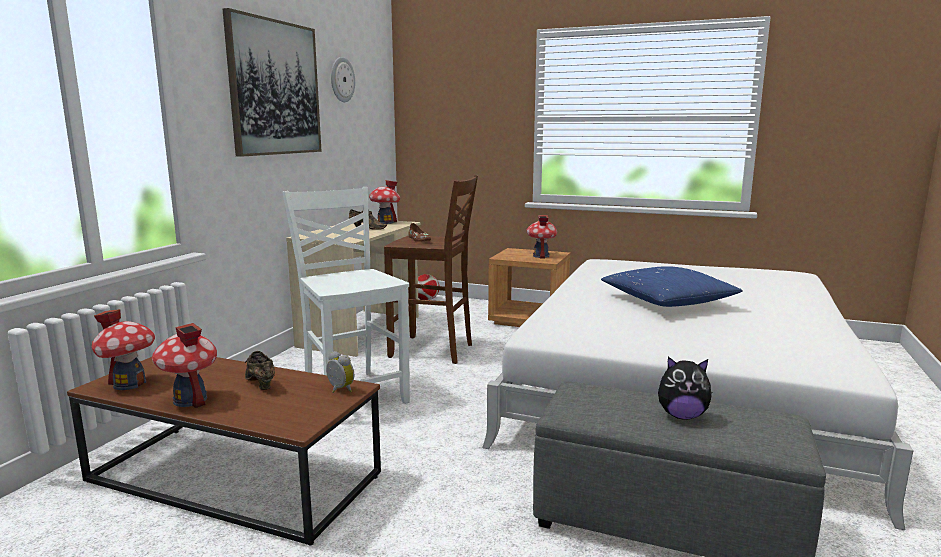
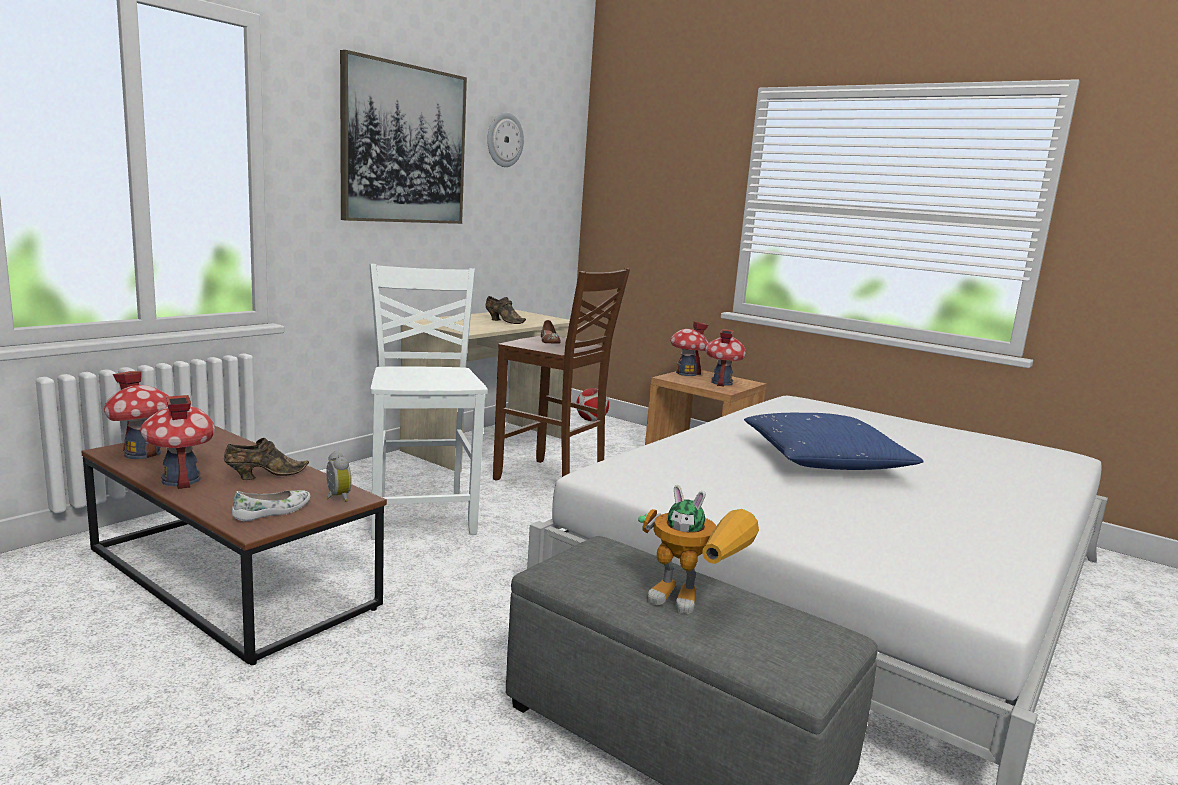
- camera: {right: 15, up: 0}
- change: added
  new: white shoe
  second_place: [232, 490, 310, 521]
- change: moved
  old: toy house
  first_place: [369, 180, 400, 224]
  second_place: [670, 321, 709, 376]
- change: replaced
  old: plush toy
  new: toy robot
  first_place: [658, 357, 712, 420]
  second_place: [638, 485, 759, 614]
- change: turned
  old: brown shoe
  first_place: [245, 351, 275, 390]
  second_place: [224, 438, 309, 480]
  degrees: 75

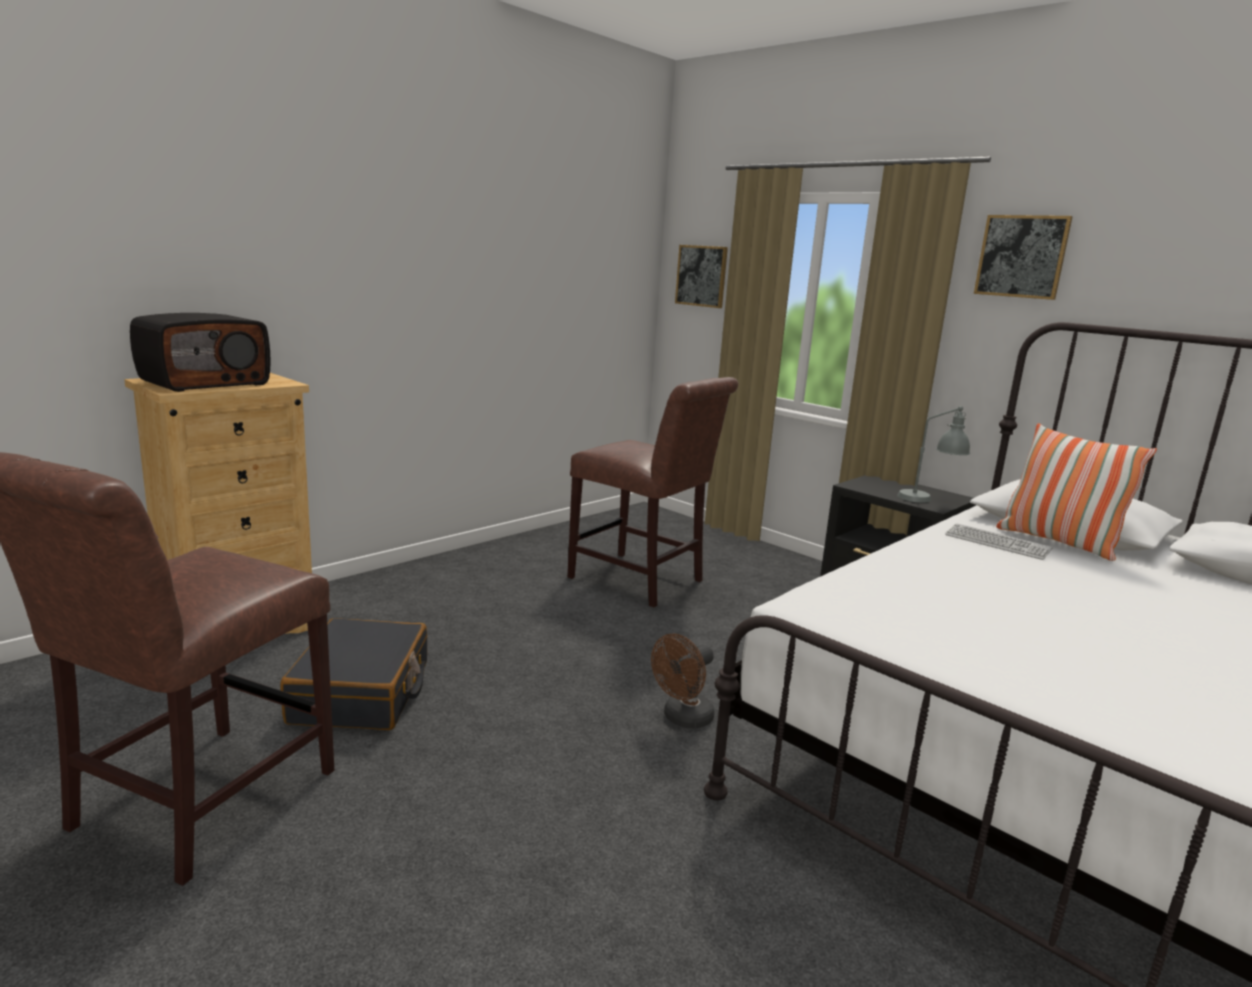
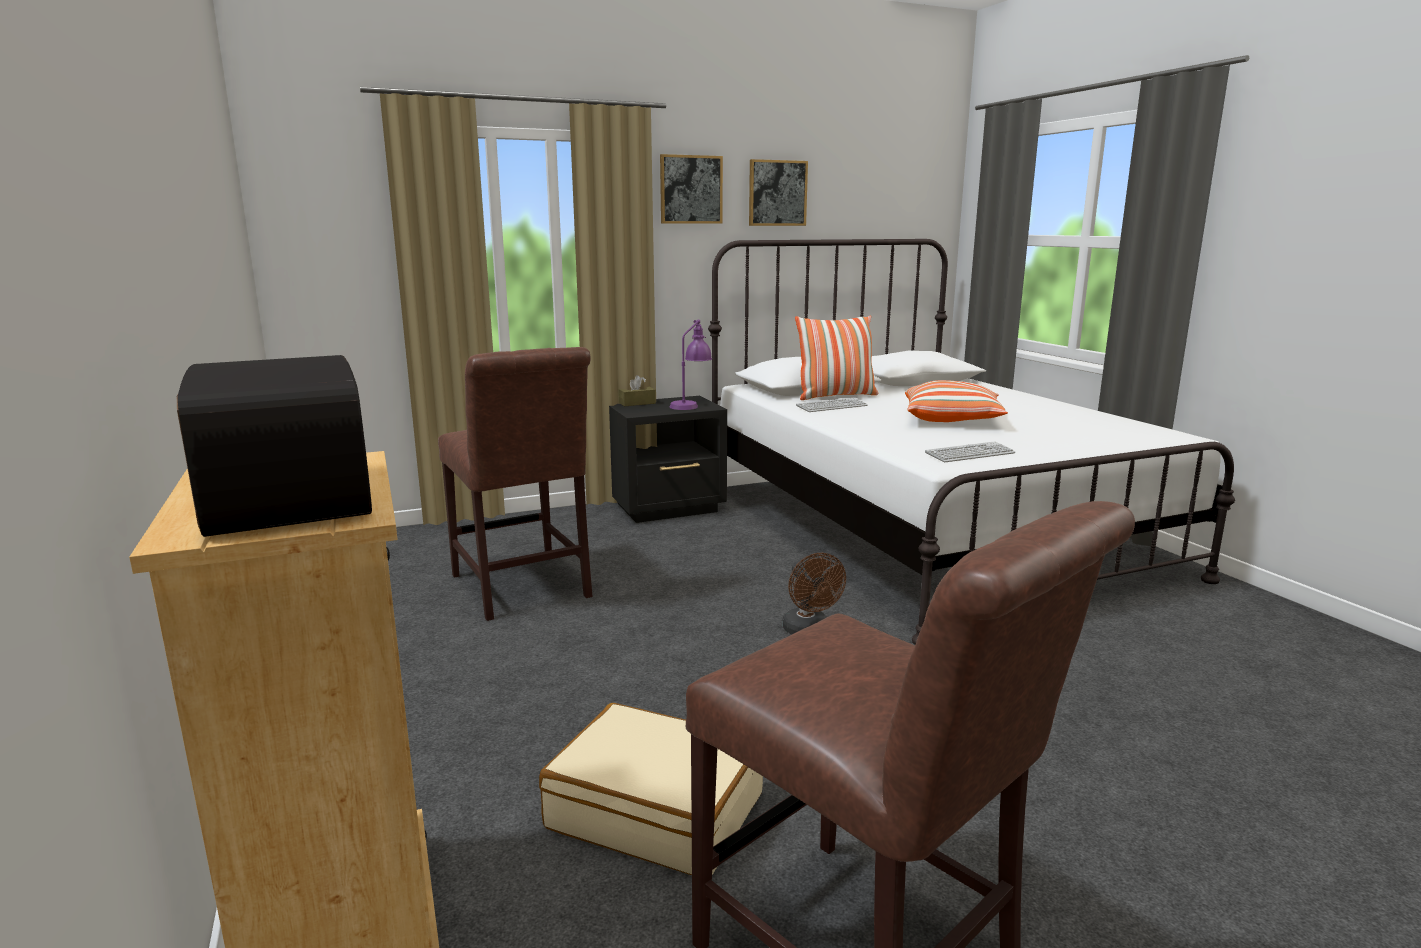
- camera: {right: -65, up: 0}
- change: added
  new: brown tissue box
  second_place: [618, 375, 656, 406]
- change: added
  new: pillow
  second_place: [905, 380, 1008, 422]
- change: added
  new: keyboard
  second_place: [925, 441, 1015, 462]
- change: moved
  old: picture
  first_place: [675, 245, 728, 308]
  second_place: [749, 159, 808, 226]
- change: recoloured
  old: black suitcase
  new: beige suitcase
  first_place: [281, 618, 427, 730]
  second_place: [539, 703, 763, 875]
- change: recoloured
  old: grey table lamp
  new: purple table lamp
  first_place: [897, 406, 970, 503]
  second_place: [670, 319, 712, 410]
- change: turned
  old: brown chair
  first_place: [568, 377, 738, 607]
  second_place: [438, 347, 593, 621]
  degrees: 90

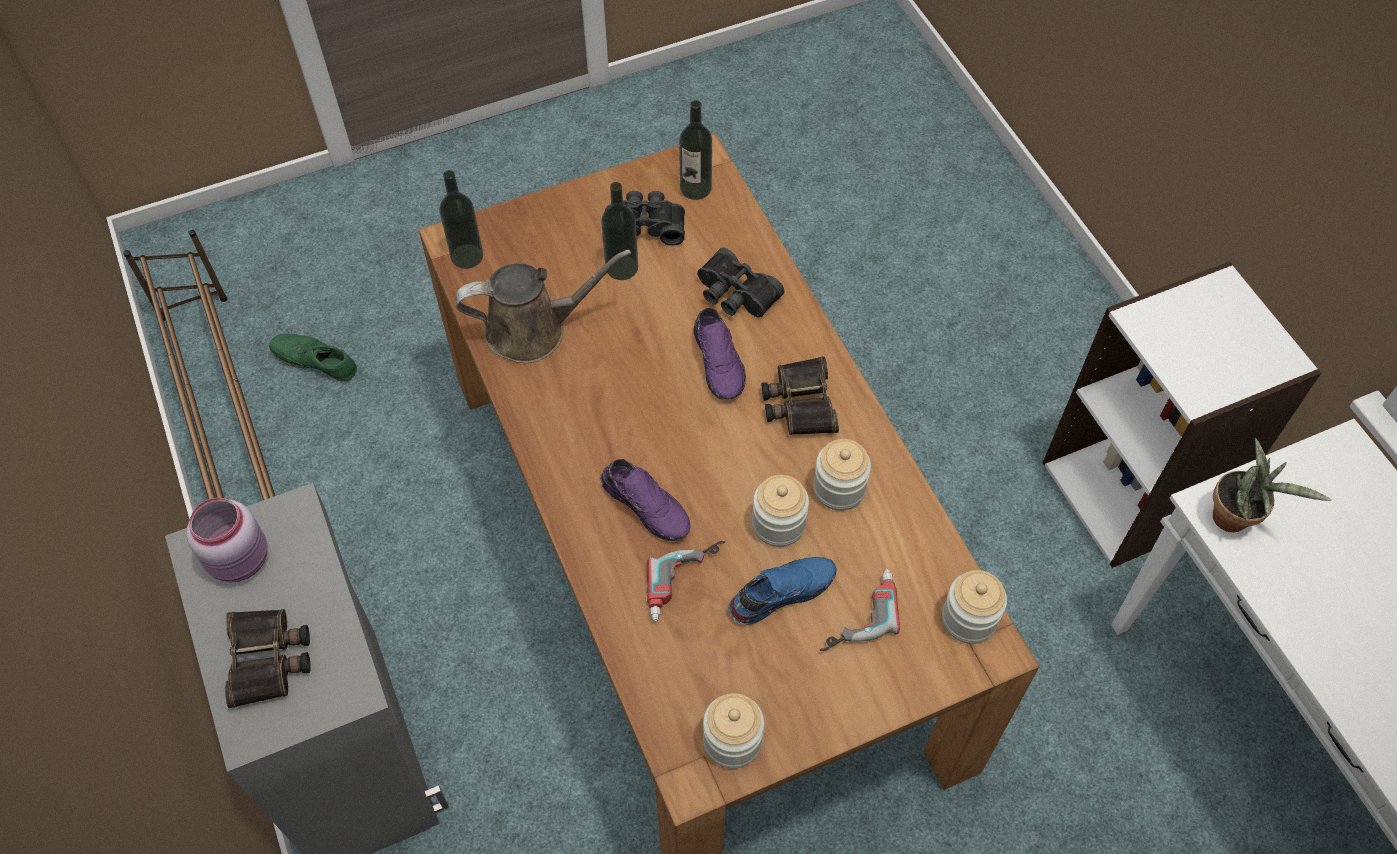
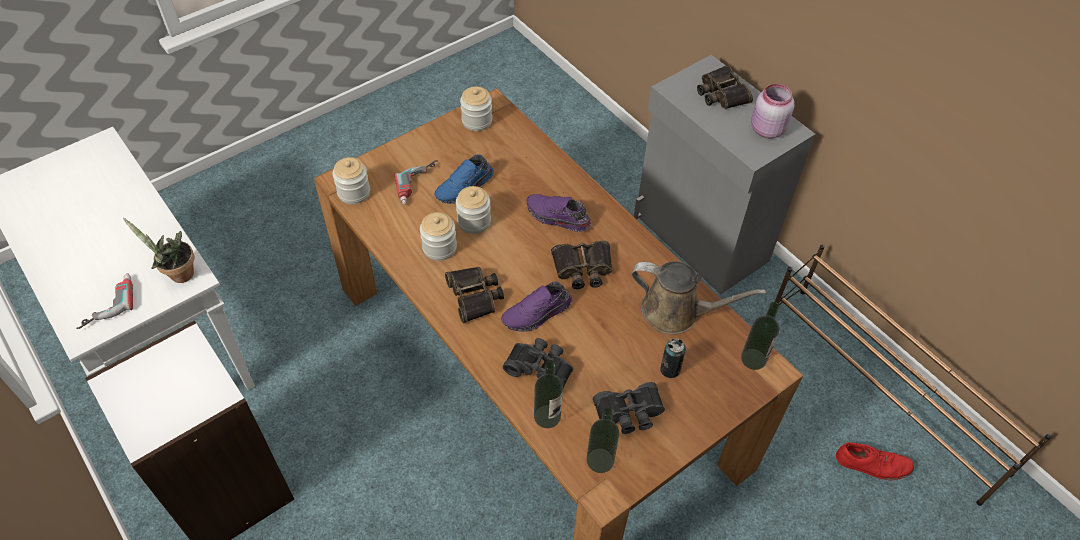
- camera: {right: 165, up: -5}
- change: added
  new: binoculars
  second_place: [551, 241, 613, 289]
- change: added
  new: can
  second_place: [660, 338, 686, 378]
- change: moved
  old: bottle
  first_place: [601, 182, 638, 280]
  second_place: [534, 362, 563, 428]
- change: moved
  old: power drill
  first_place: [647, 541, 726, 622]
  second_place: [76, 273, 133, 329]
- change: recoloured
  old: green shoe
  new: red shoe
  first_place: [269, 334, 357, 382]
  second_place: [836, 443, 914, 480]
- change: turned
  old: brown watering can
  first_place: [456, 249, 631, 363]
  second_place: [631, 262, 766, 335]
  degrees: -135
- change: turned
  old: purple shoe
  first_place: [694, 308, 746, 400]
  second_place: [501, 281, 572, 332]
  degrees: -90

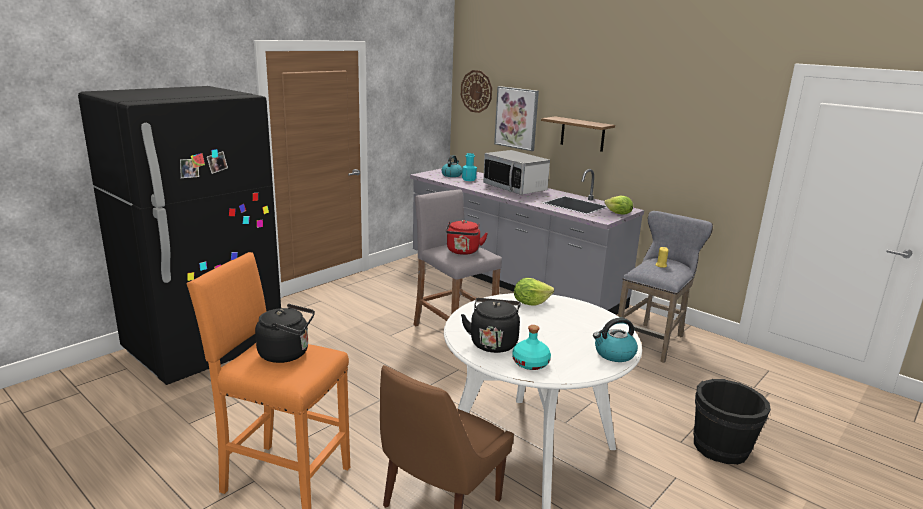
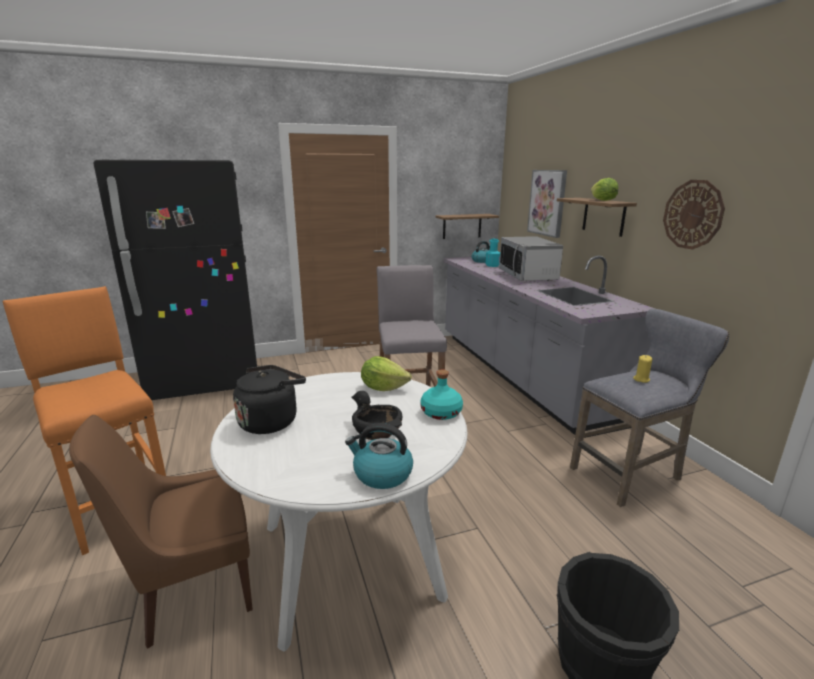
- camera: {right: 30, up: 0}
- change: removed
  old: black kettle
  first_place: [255, 304, 315, 363]
- change: removed
  old: red kettle
  first_place: [446, 220, 488, 255]
- change: added
  new: black bowl
  second_place: [351, 391, 402, 440]
- change: added
  new: shelf
  second_place: [435, 214, 499, 239]
- change: moved
  old: wall clock
  first_place: [461, 70, 492, 113]
  second_place: [663, 180, 725, 250]
- change: moved
  old: turquoise bottle
  first_place: [512, 325, 551, 370]
  second_place: [420, 369, 463, 420]
- change: moved
  old: lettuce
  first_place: [604, 196, 633, 215]
  second_place: [591, 178, 619, 201]

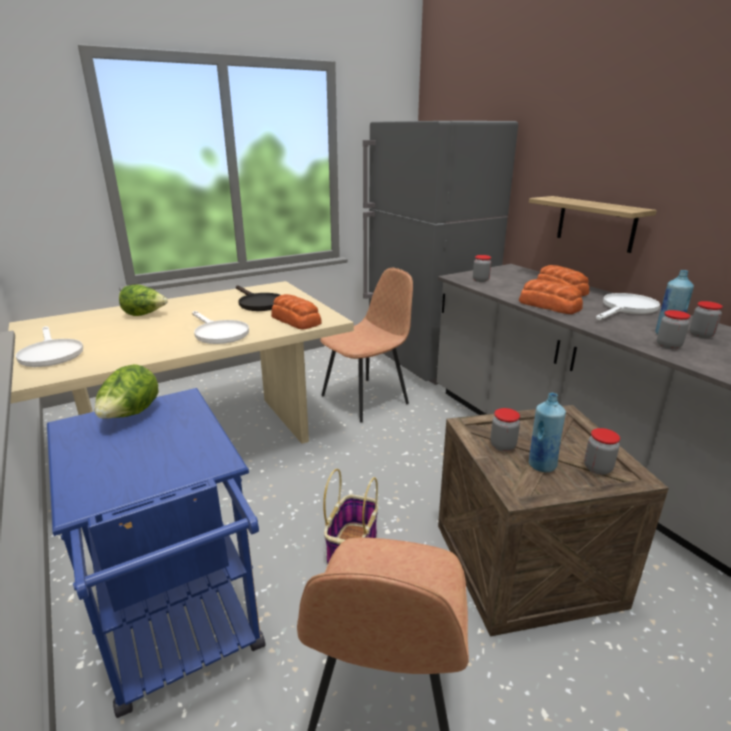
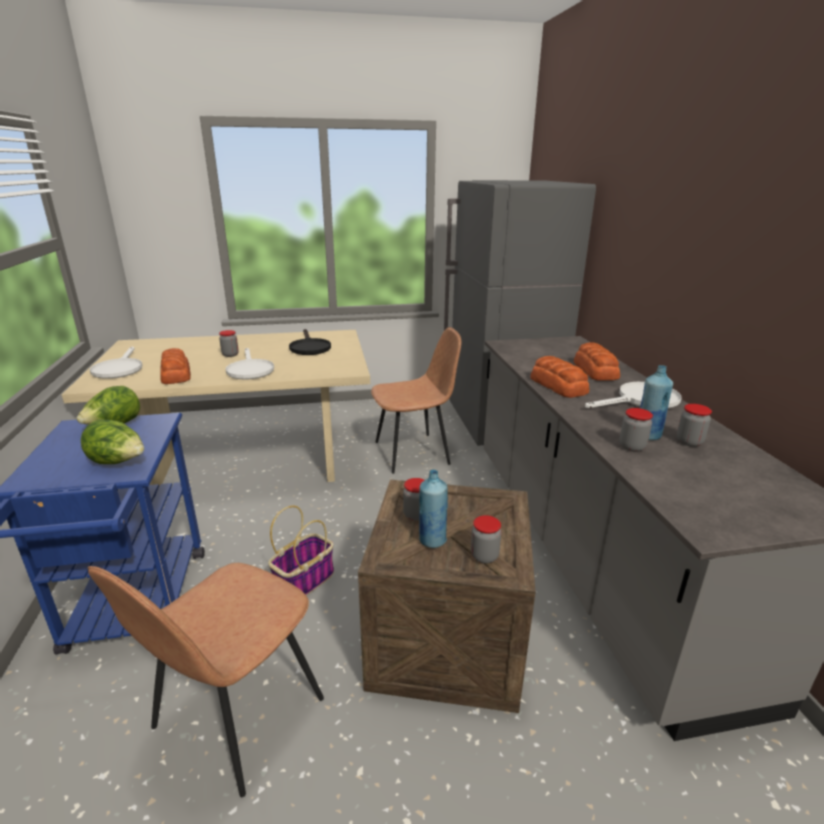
- camera: {right: 20, up: 0}
- change: removed
  old: shelf
  first_place: [529, 196, 657, 253]
- change: moved
  old: lettuce
  first_place: [119, 284, 168, 316]
  second_place: [81, 419, 144, 464]
- change: moved
  old: bread
  first_place: [271, 294, 322, 330]
  second_place: [160, 348, 191, 384]
- change: moved
  old: jar
  first_place: [473, 255, 491, 282]
  second_place: [219, 330, 239, 357]

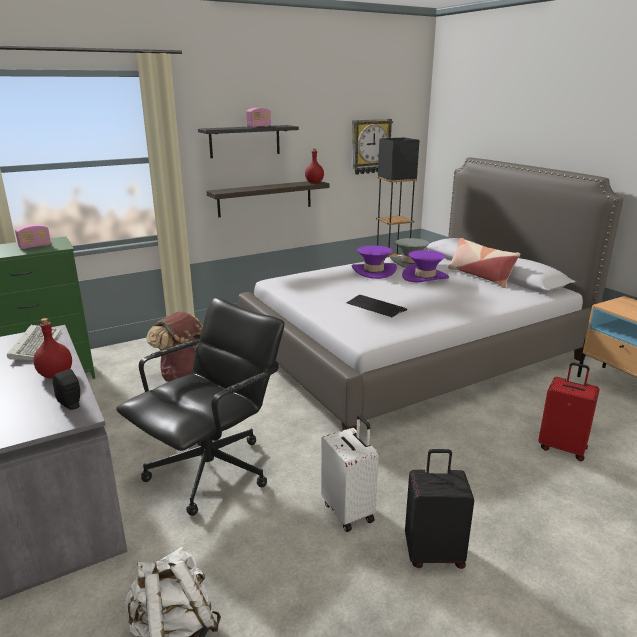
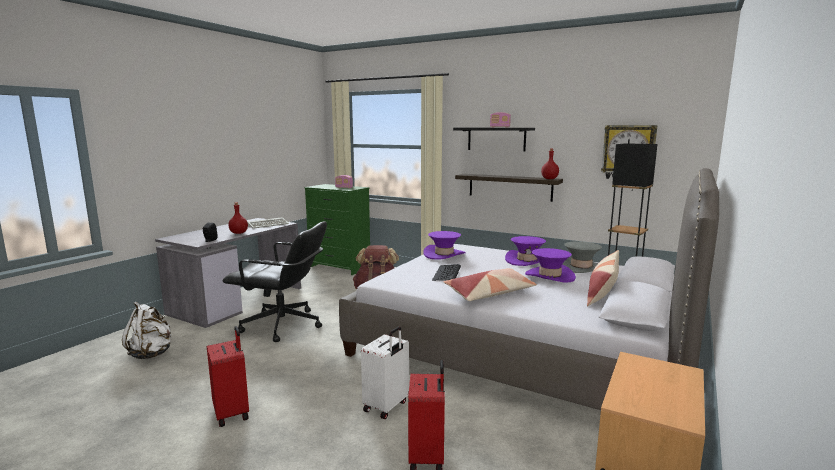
- camera: {right: 60, up: -10}
- change: added
  new: purple hat
  second_place: [424, 231, 466, 260]
- change: added
  new: pillow
  second_place: [444, 268, 537, 301]
- change: moved
  old: white suitcase
  first_place: [321, 415, 379, 532]
  second_place: [361, 326, 409, 419]
- change: recoloured
  old: black suitcase
  new: red suitcase
  first_place: [405, 449, 474, 569]
  second_place: [207, 326, 249, 427]

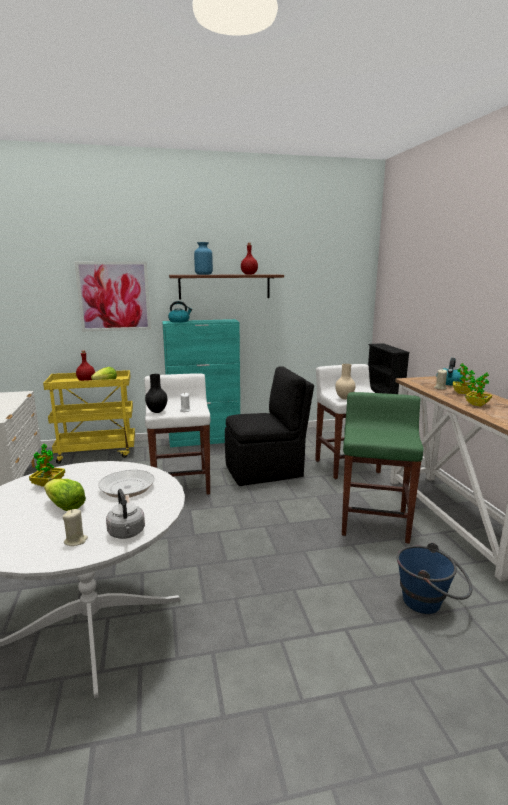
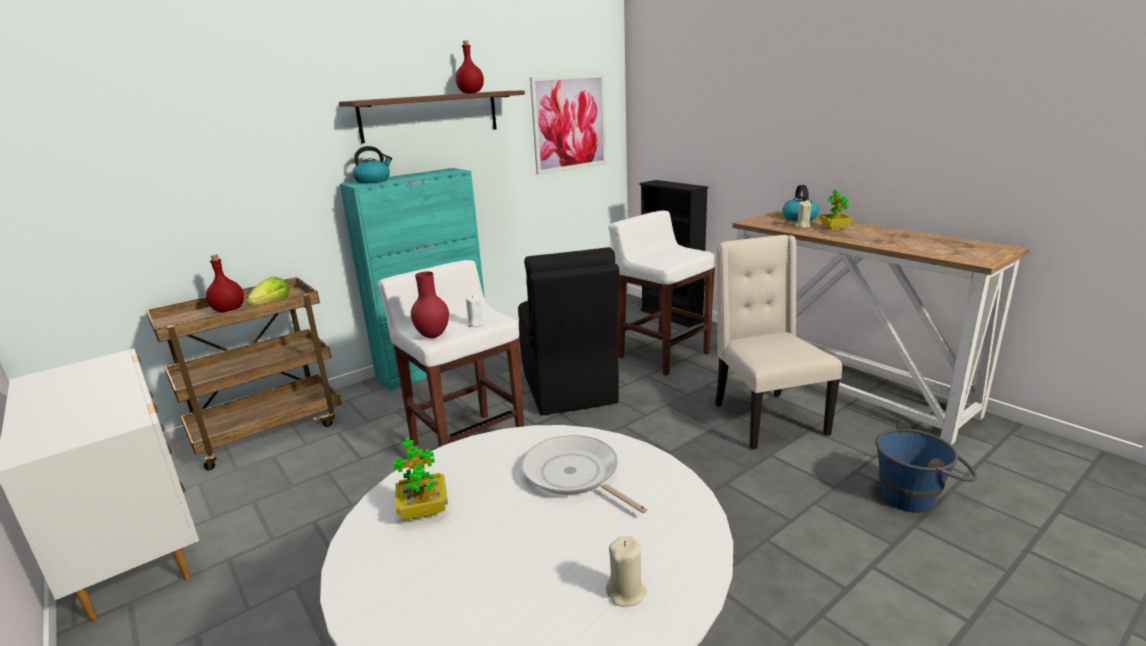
- camera: {right: -25, up: 5}
- change: removed
  old: lettuce
  first_place: [44, 479, 86, 511]
- change: removed
  old: grey kettle
  first_place: [106, 489, 145, 539]
- change: removed
  old: blue vase
  first_place: [194, 242, 213, 275]
- change: removed
  old: beige vase
  first_place: [335, 364, 356, 399]
- change: removed
  old: potted plant
  first_place: [465, 372, 492, 407]
- change: moved
  old: picture
  first_place: [75, 261, 151, 332]
  second_place: [530, 73, 607, 175]
- change: replaced
  old: green stool
  new: beige chair
  first_place: [342, 392, 423, 544]
  second_place: [715, 235, 842, 450]
- change: recoloured
  old: yellow cart
  new: brown cart
  first_place: [43, 370, 135, 464]
  second_place: [146, 277, 342, 470]
- change: recoloured
  old: black vase
  new: red vase
  first_place: [145, 374, 167, 413]
  second_place: [411, 271, 449, 338]
- change: turned
  old: black chair
  first_place: [225, 366, 314, 486]
  second_place: [518, 247, 619, 415]
  degrees: 120

